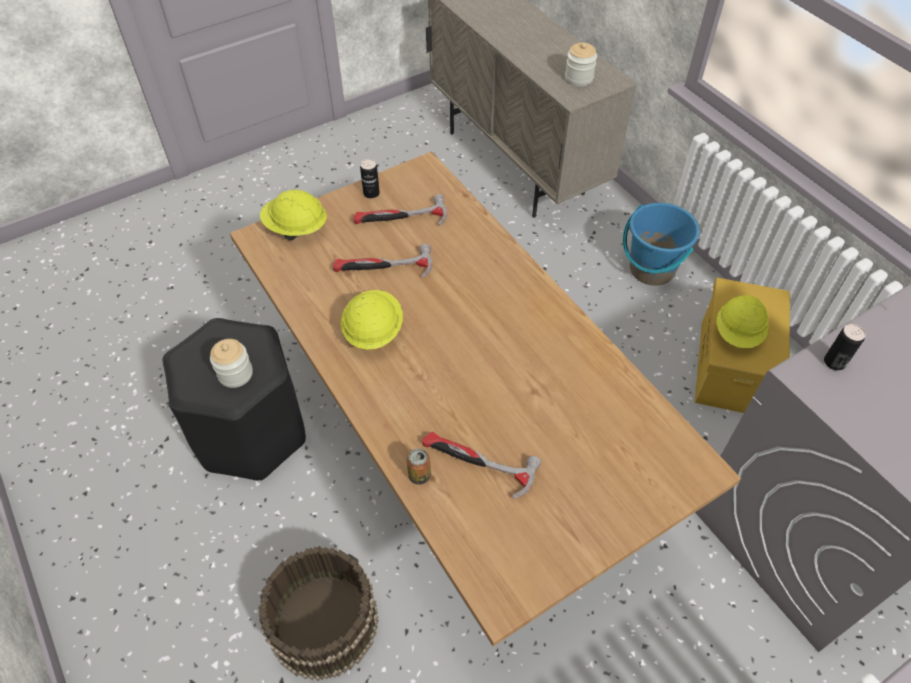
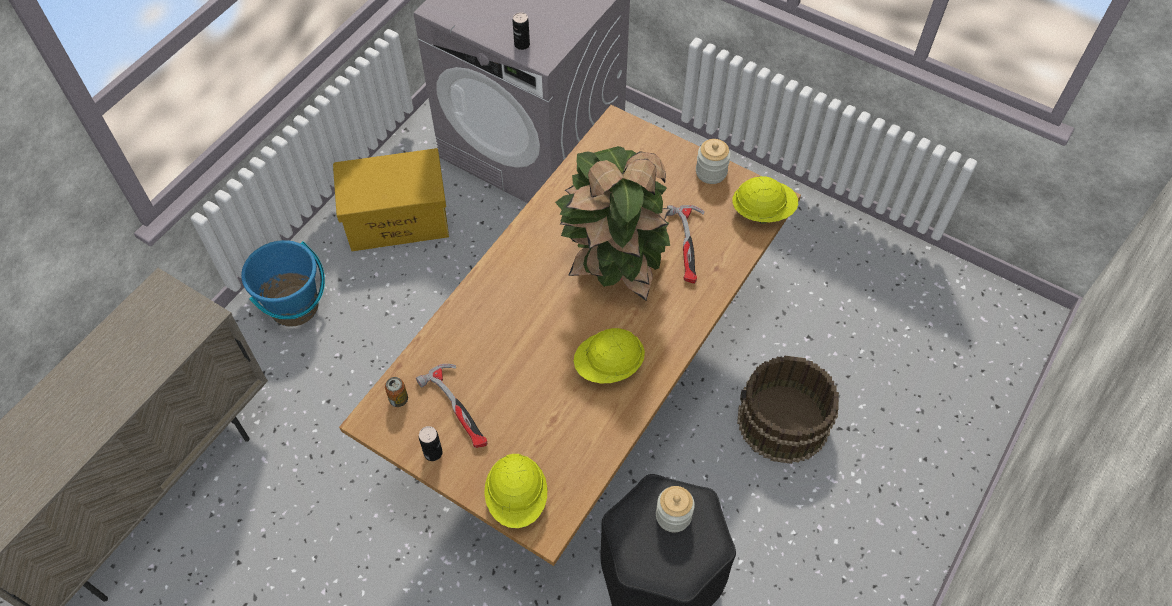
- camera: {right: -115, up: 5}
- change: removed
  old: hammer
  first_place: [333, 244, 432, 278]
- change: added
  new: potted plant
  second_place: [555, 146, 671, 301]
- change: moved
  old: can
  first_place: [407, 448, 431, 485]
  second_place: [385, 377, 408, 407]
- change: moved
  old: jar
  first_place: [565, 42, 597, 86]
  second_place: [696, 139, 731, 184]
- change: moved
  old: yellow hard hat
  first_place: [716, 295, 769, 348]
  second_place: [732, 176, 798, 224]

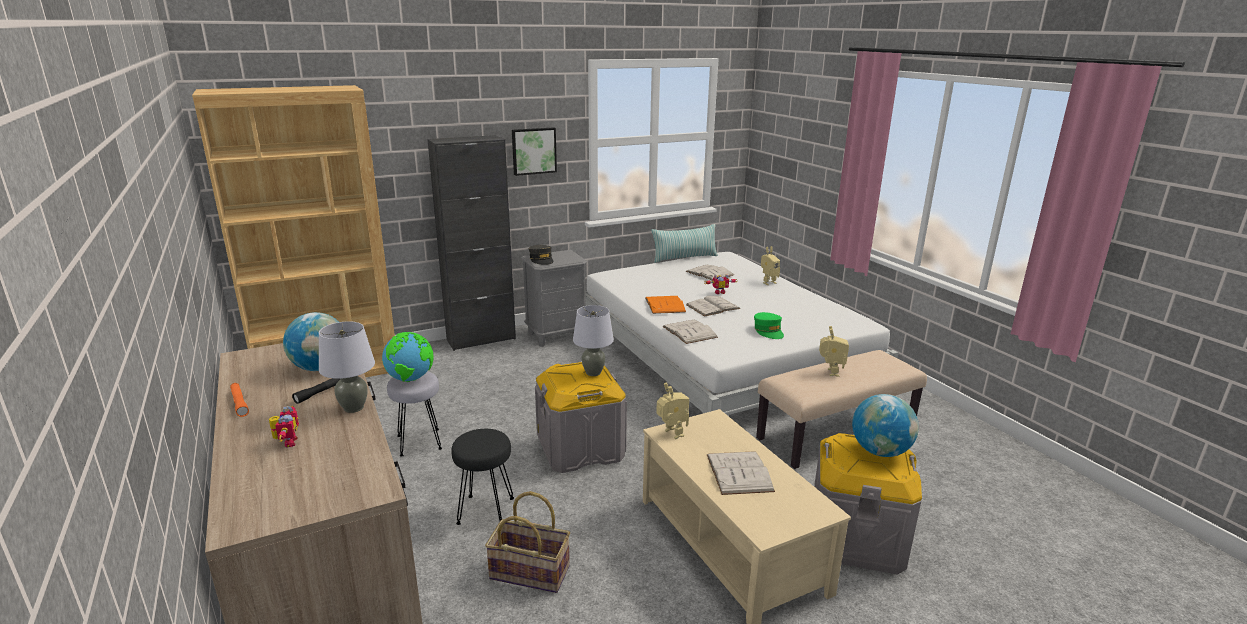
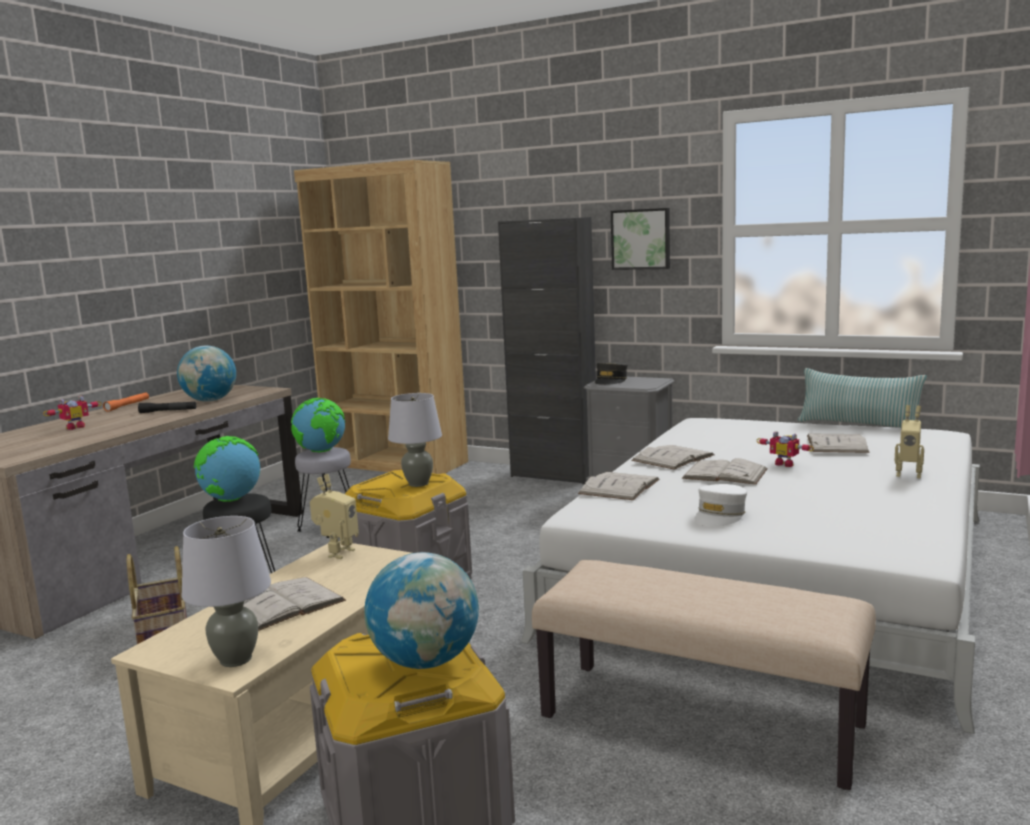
- camera: {right: 55, up: -10}
- change: removed
  old: toy robot
  first_place: [819, 326, 849, 377]
- change: added
  new: globe
  second_place: [194, 436, 260, 502]
- change: moved
  old: grey table lamp
  first_place: [319, 321, 375, 413]
  second_place: [181, 516, 271, 667]
- change: recoloured
  old: orange book
  new: white book
  first_place: [645, 296, 686, 314]
  second_place: [631, 445, 715, 470]
- change: recoloured
  old: green cap
  new: white cap
  first_place: [754, 312, 784, 339]
  second_place: [694, 484, 747, 527]

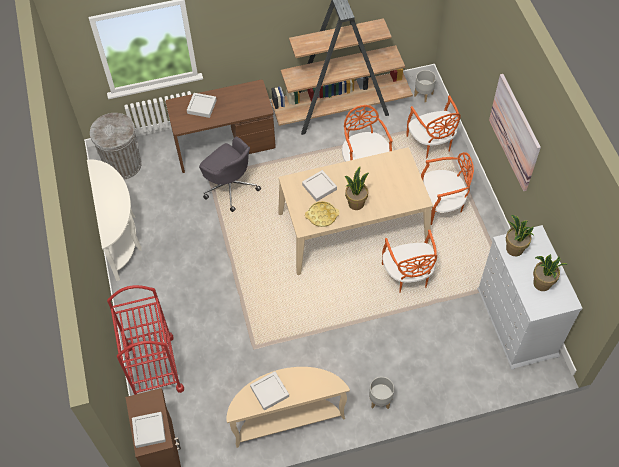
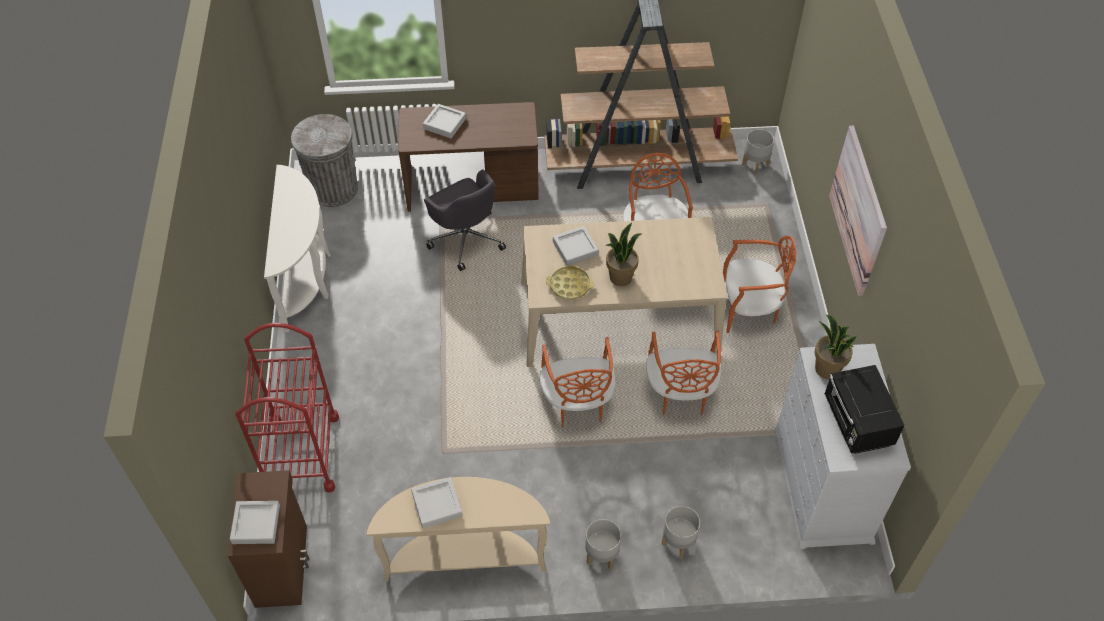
- camera: {right: 10, up: -5}
- change: added
  new: grey planter
  second_place: [662, 506, 700, 558]
- change: moved
  old: orange chair
  first_place: [406, 95, 461, 158]
  second_place: [539, 337, 616, 427]
- change: replaced
  old: potted plant
  new: black microwave
  first_place: [533, 254, 568, 291]
  second_place: [824, 365, 905, 454]

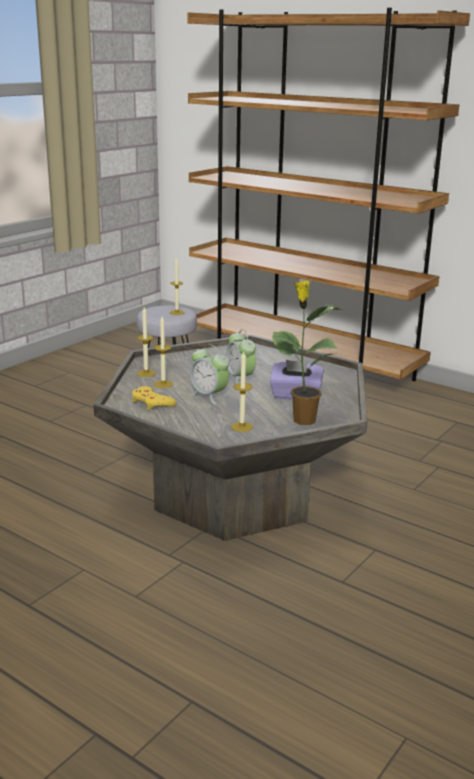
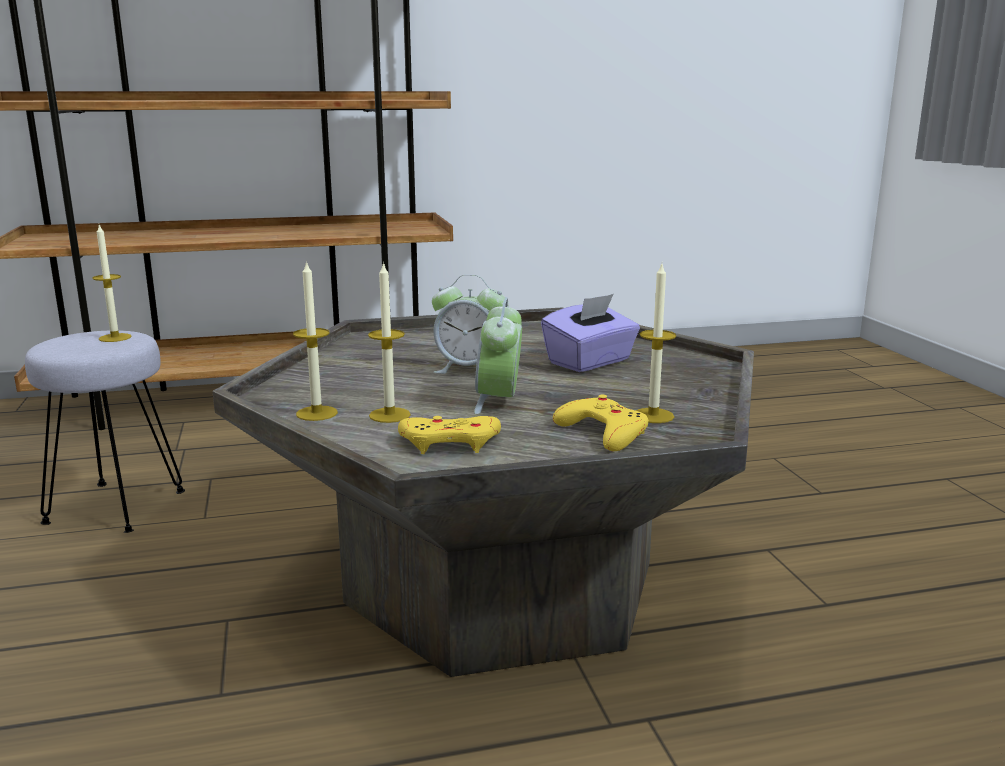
- camera: {right: -50, up: -5}
- change: removed
  old: potted plant
  first_place: [272, 281, 342, 425]
- change: added
  new: yellow game controller
  second_place: [553, 394, 649, 451]
- change: turned
  old: alarm clock
  first_place: [189, 344, 229, 404]
  second_place: [474, 297, 522, 414]
  degrees: 105

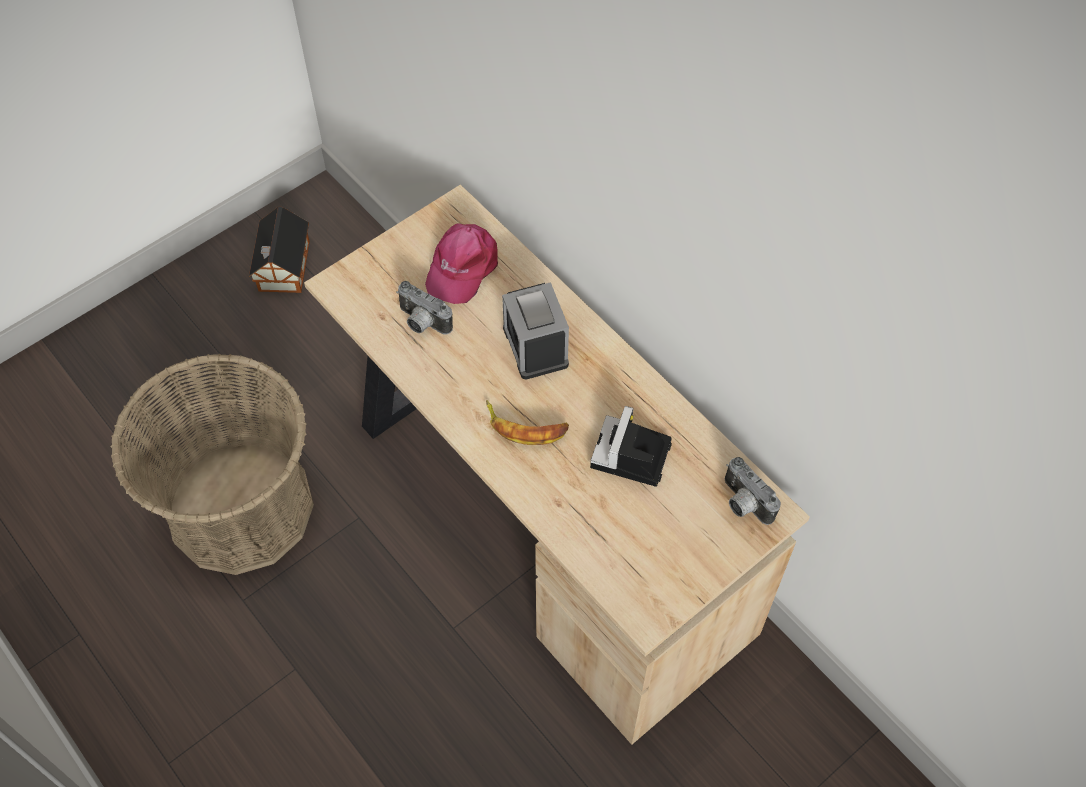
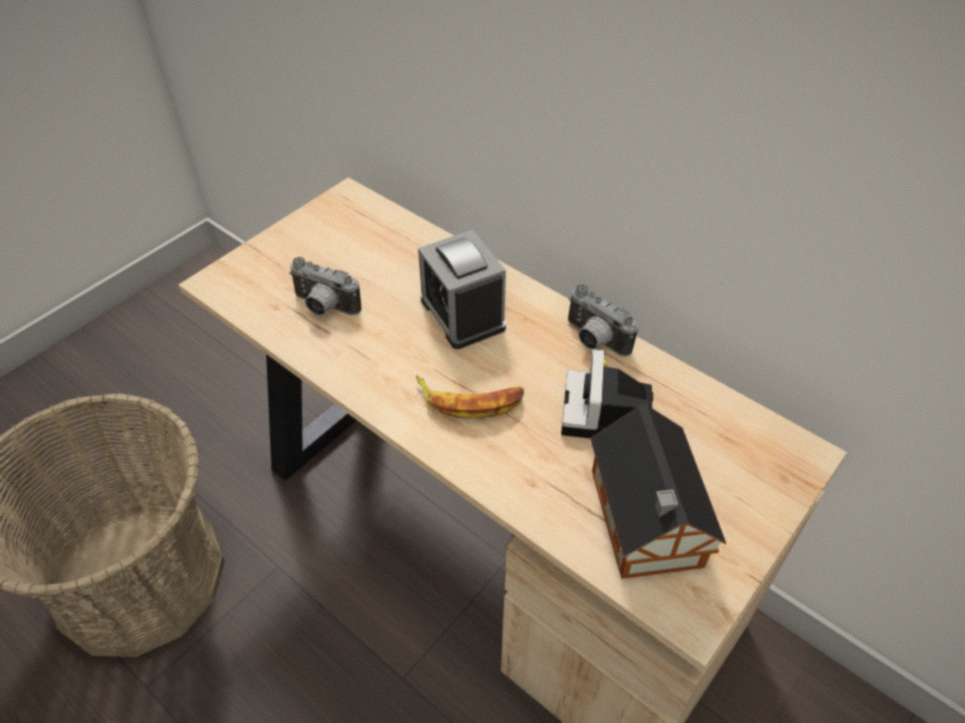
- camera: {right: -10, up: -10}
- change: removed
  old: pink cap
  first_place: [425, 223, 498, 304]
- change: moved
  old: toy house
  first_place: [249, 207, 310, 293]
  second_place: [590, 405, 726, 579]
- change: moved
  old: photo camera
  first_place: [725, 457, 781, 525]
  second_place: [568, 285, 639, 357]

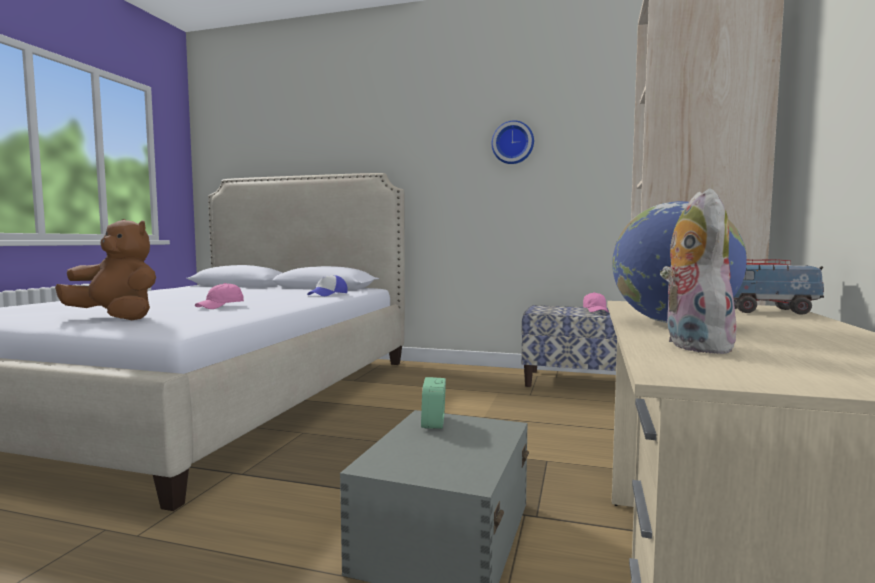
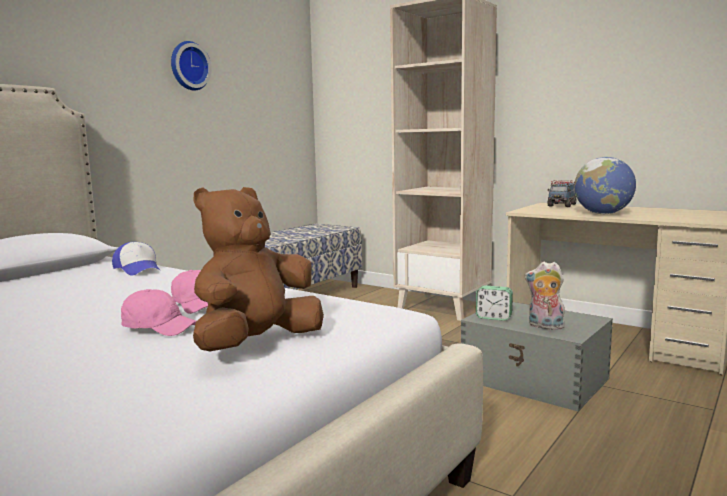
- camera: {right: -70, up: 5}
- change: moved
  old: pink cap
  first_place: [583, 292, 609, 312]
  second_place: [121, 289, 196, 336]
- change: moved
  old: plush toy
  first_place: [660, 188, 739, 354]
  second_place: [524, 262, 566, 330]

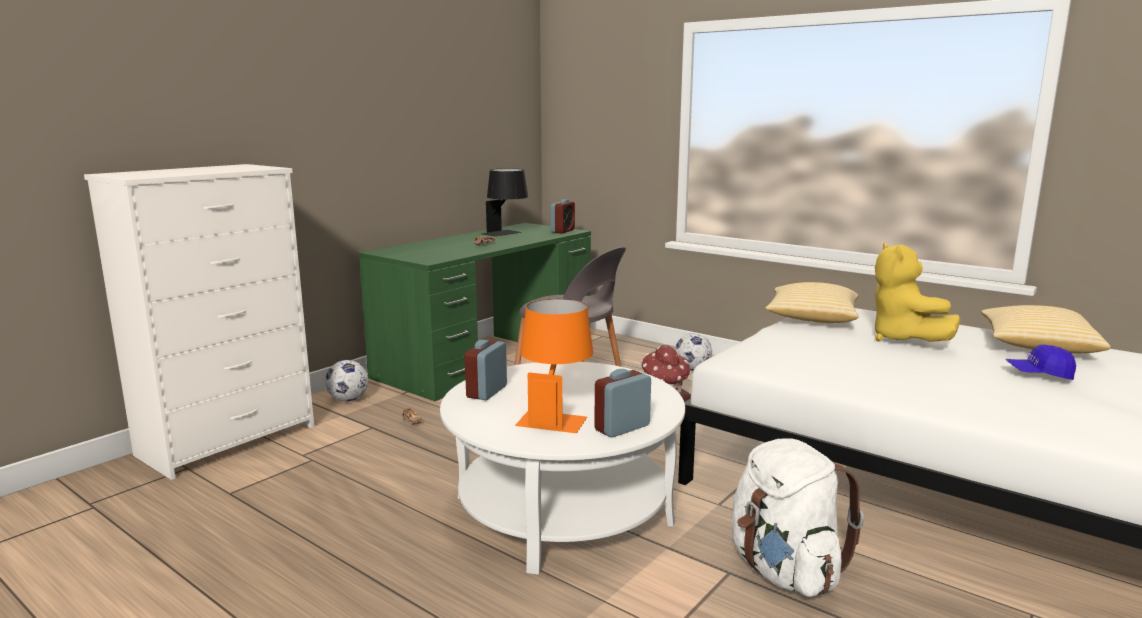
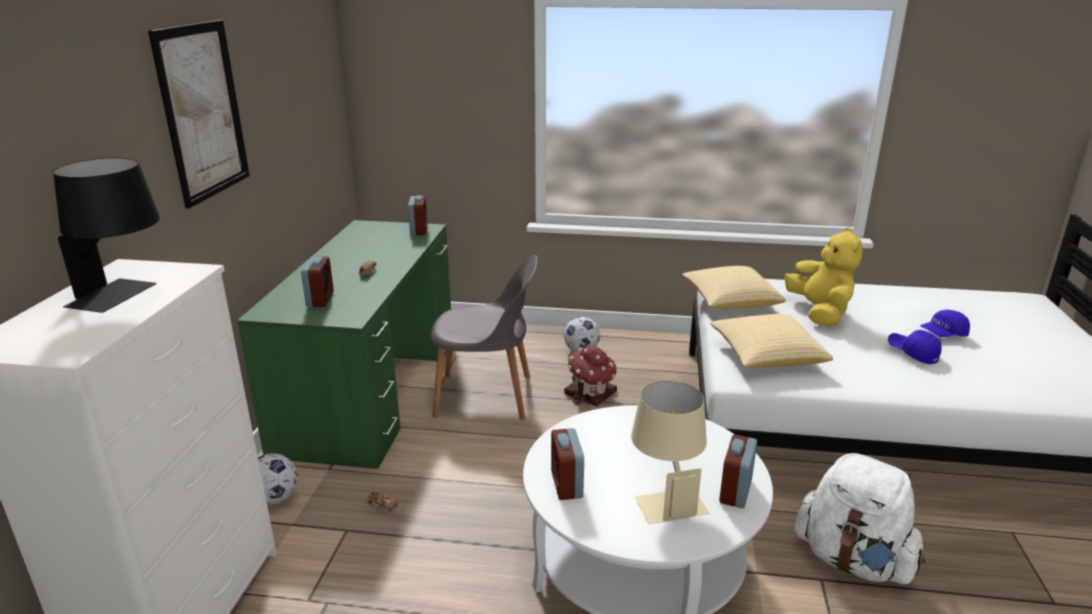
- camera: {right: -30, up: 10}
- change: added
  new: picture
  second_place: [148, 20, 250, 209]
- change: added
  new: alarm clock
  second_place: [301, 257, 334, 307]
- change: added
  new: blue cap
  second_place: [888, 330, 942, 365]
- change: moved
  old: black table lamp
  first_place: [481, 168, 528, 236]
  second_place: [53, 158, 160, 313]
- change: moved
  old: pillow
  first_place: [981, 305, 1111, 353]
  second_place: [710, 314, 833, 368]
- change: recoloured
  old: orange table lamp
  new: beige table lamp
  first_place: [515, 299, 593, 433]
  second_place: [631, 381, 709, 524]
- change: turned
  old: yellow plush toy
  first_place: [875, 242, 961, 342]
  second_place: [785, 227, 863, 327]
  degrees: -150

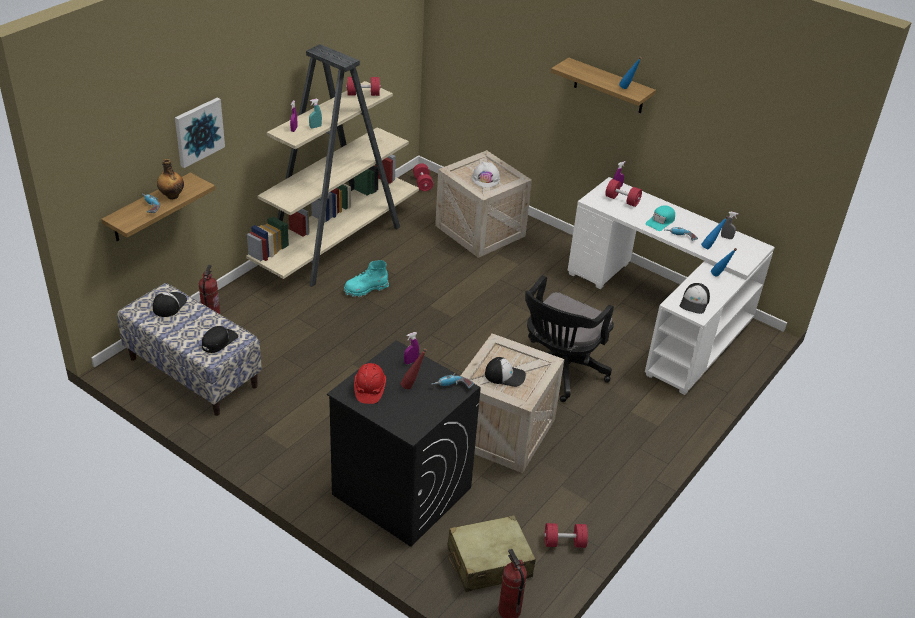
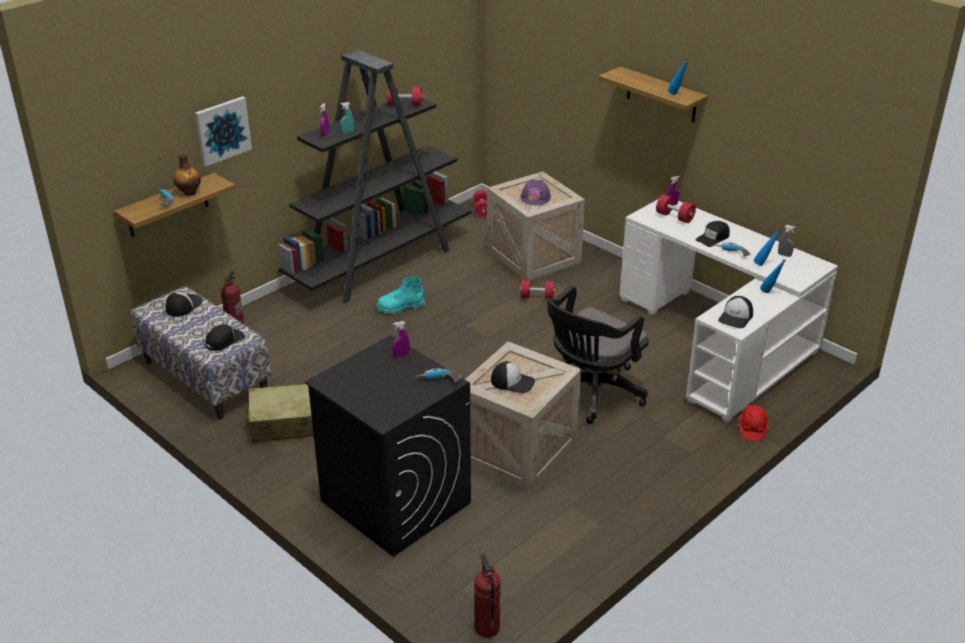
- camera: {right: 10, up: -5}
- change: removed
  old: red bottle
  first_place: [401, 348, 427, 389]
- change: moved
  old: red hard hat
  first_place: [354, 363, 386, 404]
  second_place: [739, 405, 769, 441]
- change: moved
  old: beige suitcase
  first_place: [447, 515, 536, 592]
  second_place: [244, 384, 314, 442]
- change: moved
  old: red dumbbell
  first_place: [544, 523, 588, 548]
  second_place: [520, 279, 555, 299]
- change: recoloured
  old: beige bookcase
  new: black bookcase
  first_place: [246, 44, 419, 287]
  second_place: [278, 50, 472, 303]
- change: recoloured
  old: white hard hat
  new: purple hard hat
  first_place: [472, 162, 500, 187]
  second_place: [520, 179, 551, 205]
- change: recoloured
  old: turquoise cap
  new: black cap
  first_place: [645, 205, 675, 231]
  second_place: [696, 221, 730, 247]

